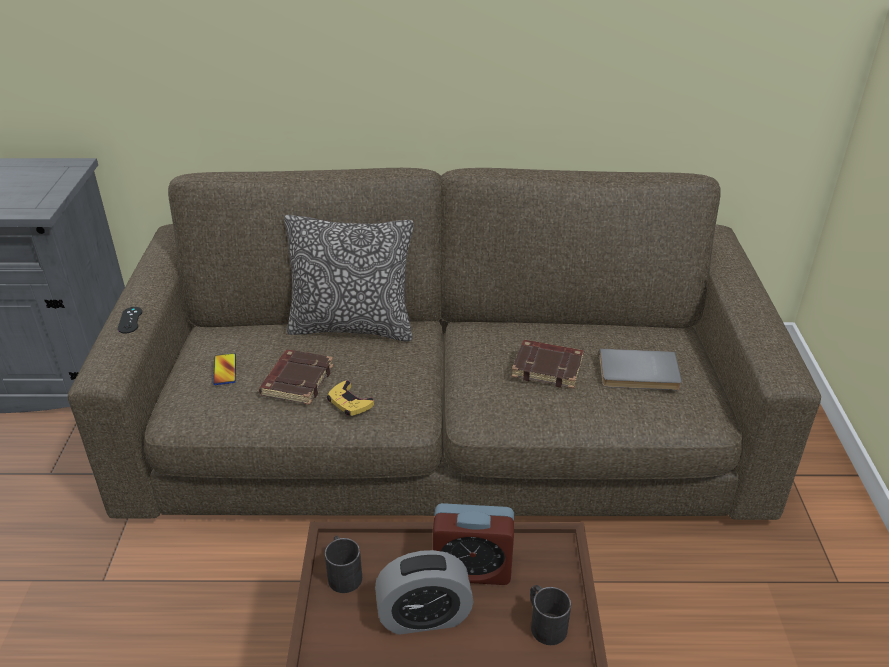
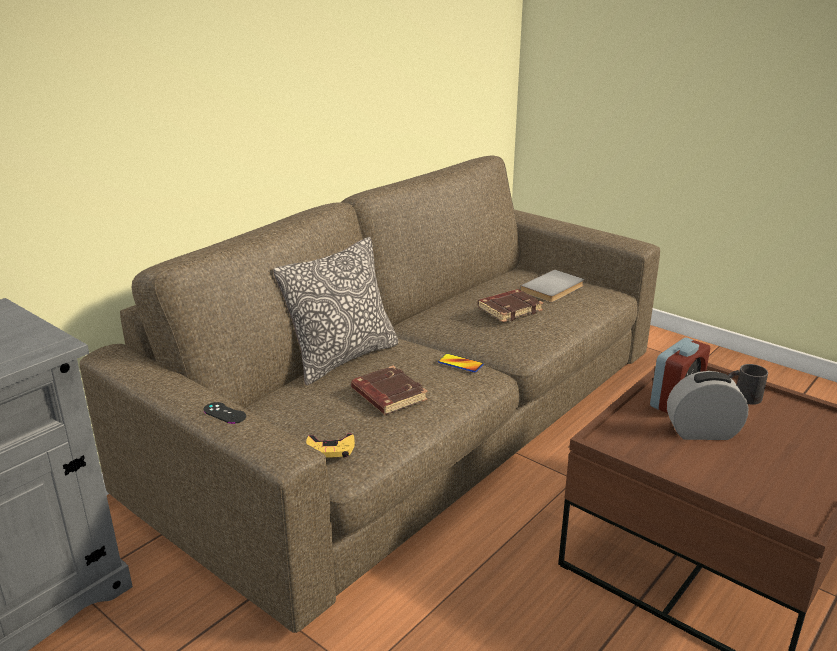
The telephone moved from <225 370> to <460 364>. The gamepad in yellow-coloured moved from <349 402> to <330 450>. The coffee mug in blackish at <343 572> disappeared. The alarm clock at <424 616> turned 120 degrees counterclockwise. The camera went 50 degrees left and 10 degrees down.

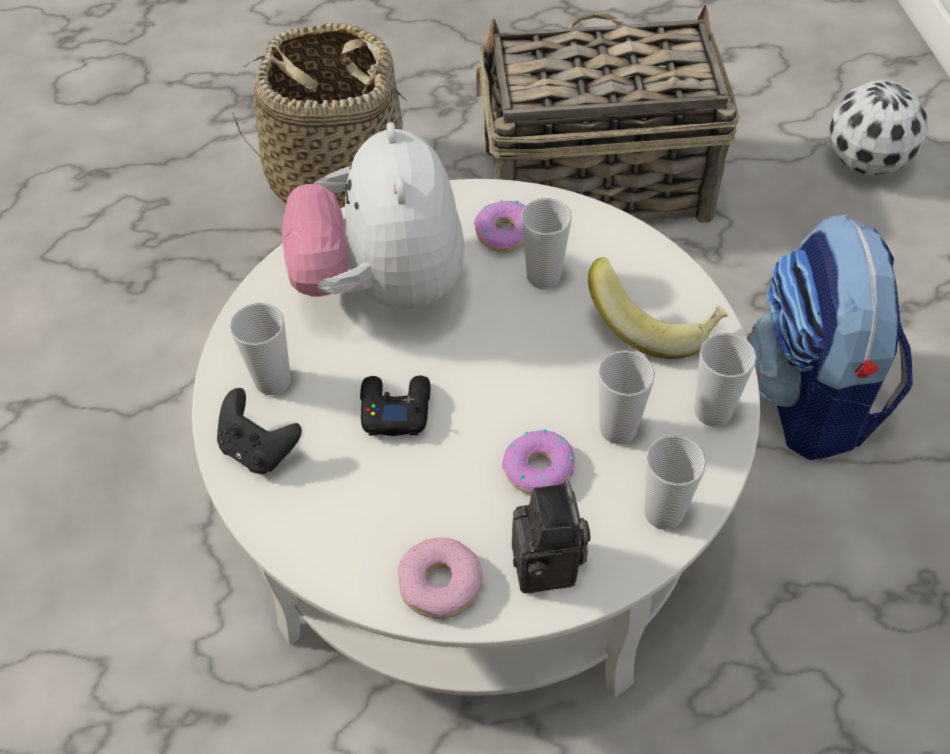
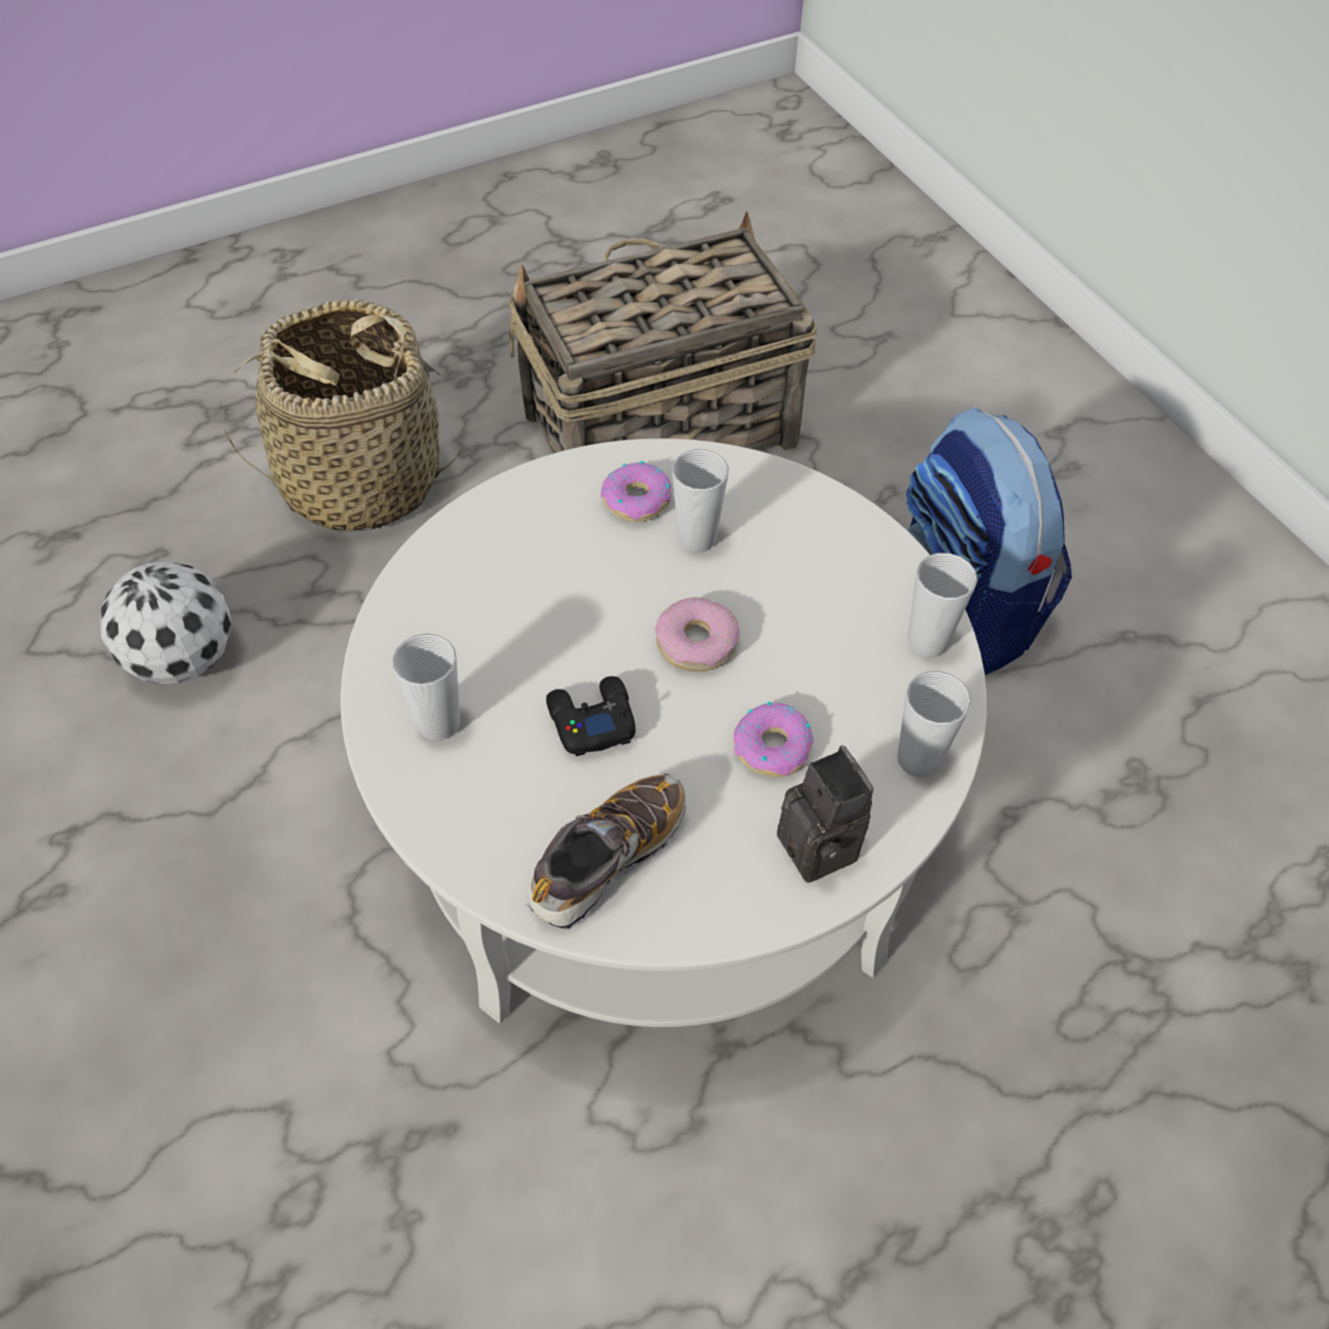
The football moved from <864 163> to <182 661>. The soft toy at <383 285> disappeared. The banana fruit at <654 325> disappeared. The small cup at <618 429> disappeared. The gamepad in blackish at <259 449> disappeared. The donut moved from <440 583> to <696 642>. The shoe at <607 859> appeared. The camera went 20 degrees left and 0 degrees up.

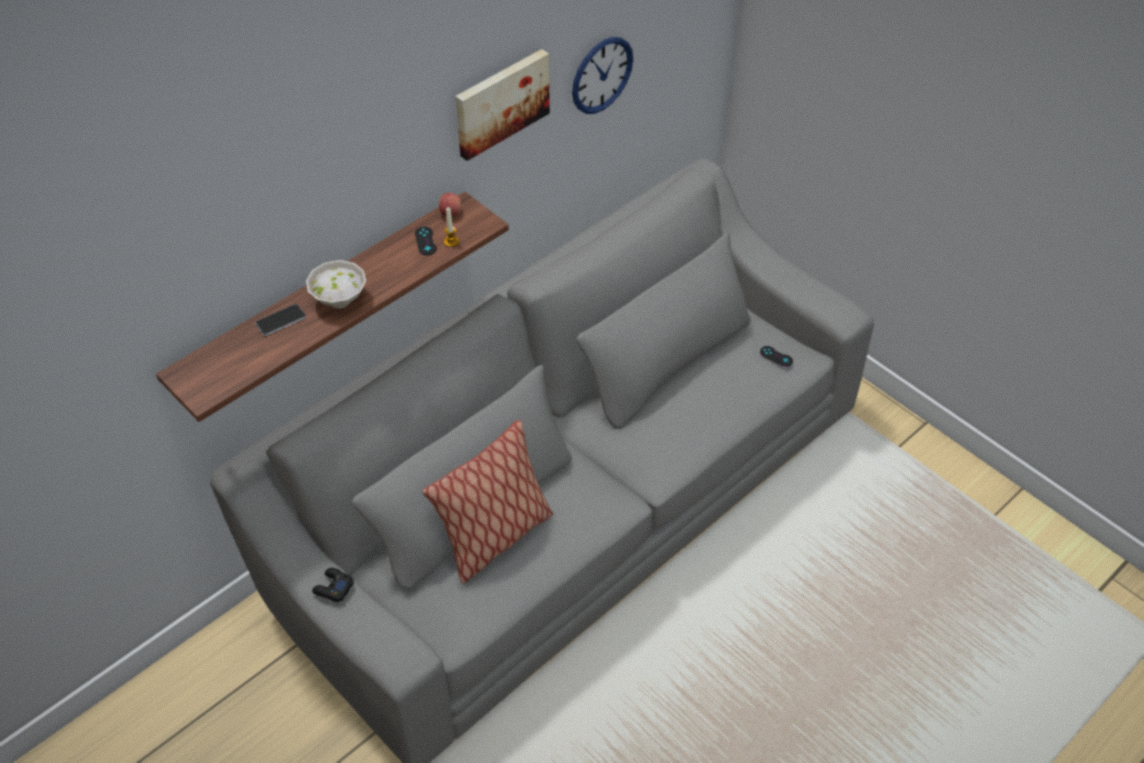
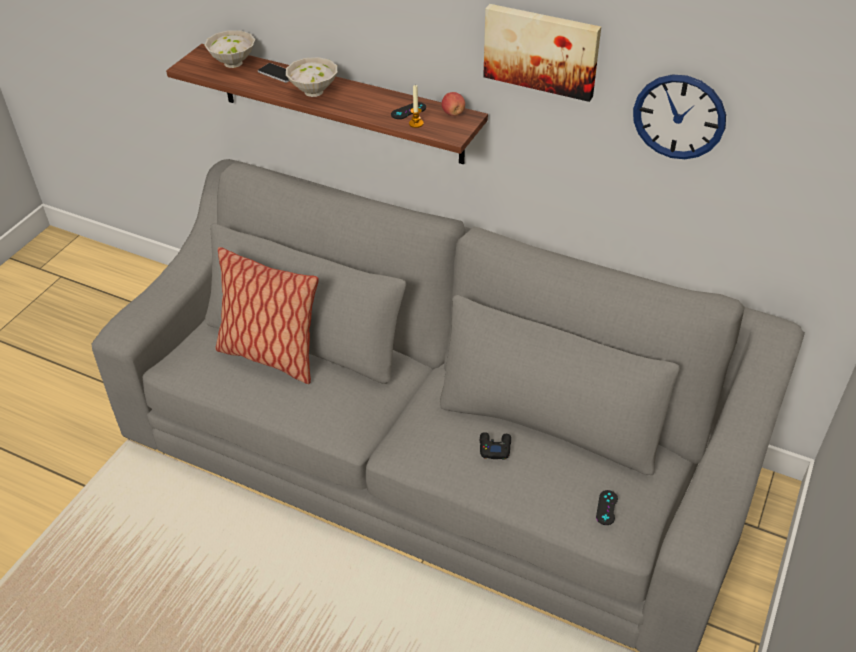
The gamepad in blackish moved from <333 588> to <494 447>. The bowl in whitish at <233 62> appeared. The camera went 70 degrees right and 5 degrees down.

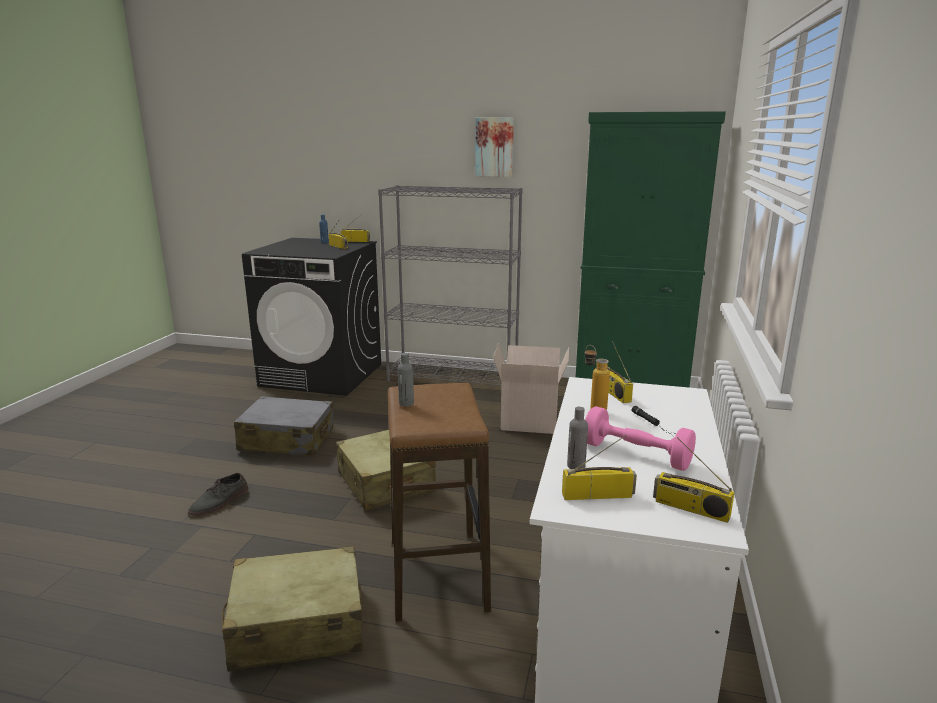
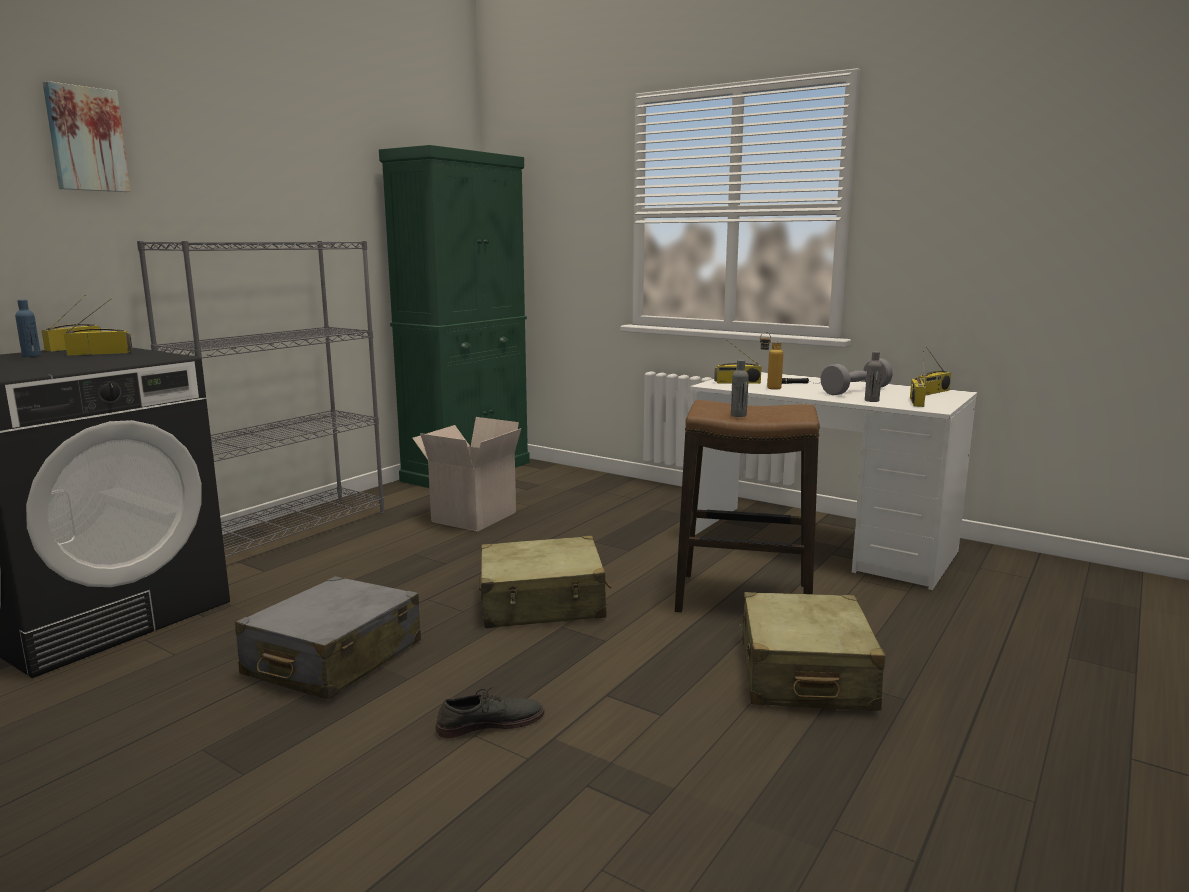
The picture moved from <494 147> to <86 139>. The dumbbell in pink at <636 455> became the dumbbell in greyish at <855 391>. The shoe in greyish at <220 502> turned 75 degrees counterclockwise. The camera went 70 degrees left and 5 degrees down.

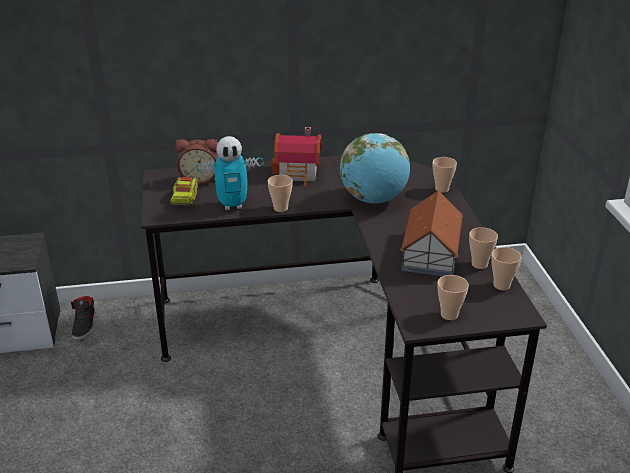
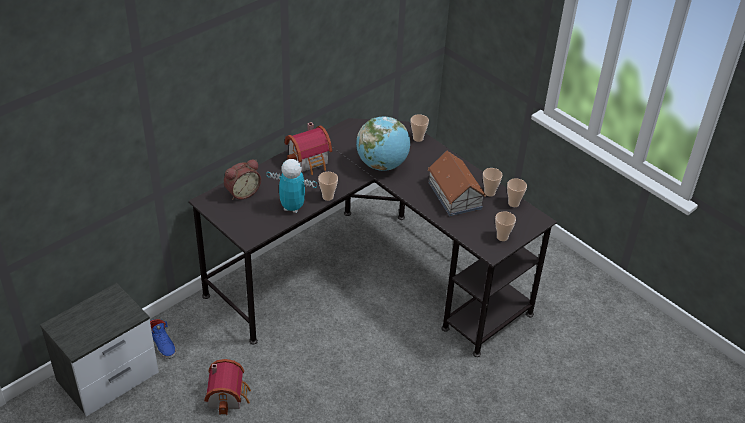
The robot figure at <233 205> turned 120 degrees counterclockwise. The toy lorry at <185 198> disappeared. The shoe in blackish at <85 325> became the shoe in bluish at <163 344>. The model house at <228 395> appeared. The camera went 35 degrees left and 10 degrees up.

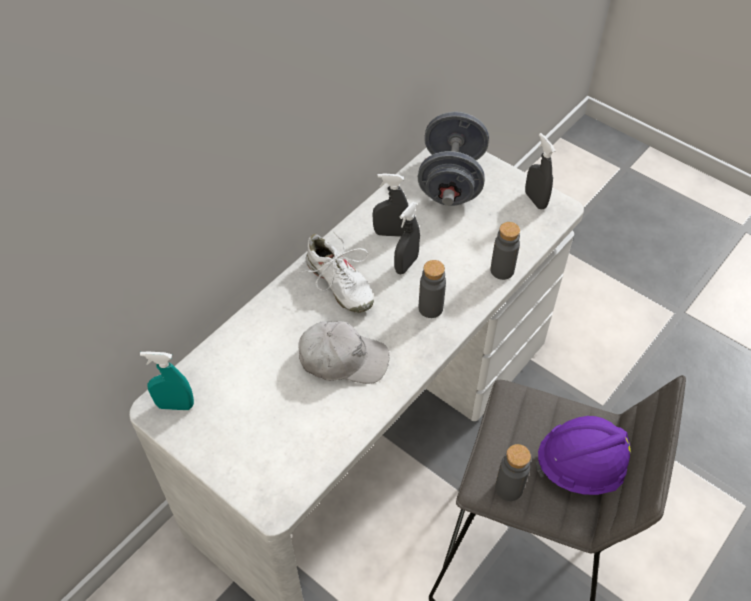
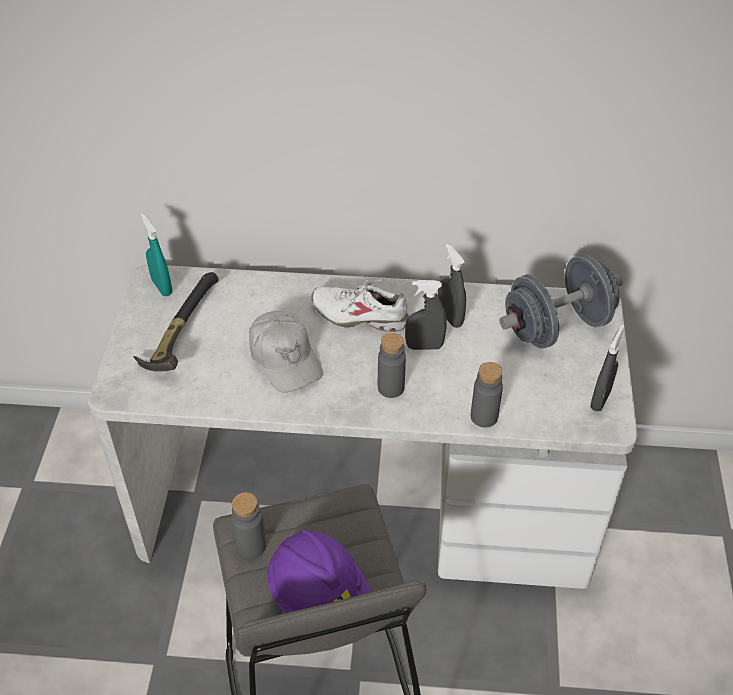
The shoe in whitish at <339 284> turned 90 degrees clockwise. The hand hammer at <178 333> appeared. The camera went 55 degrees right and 5 degrees down.

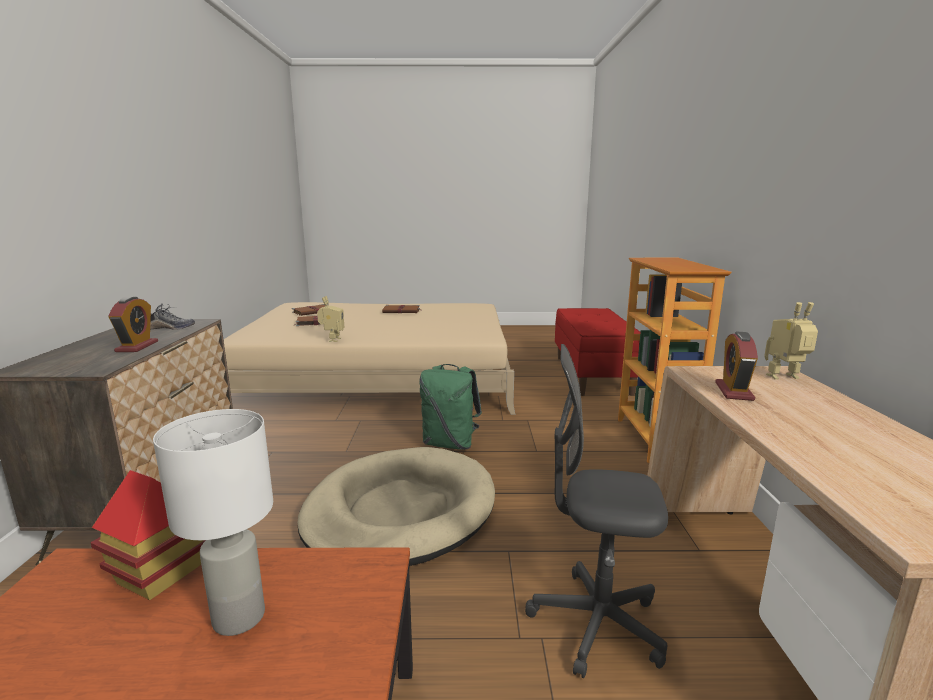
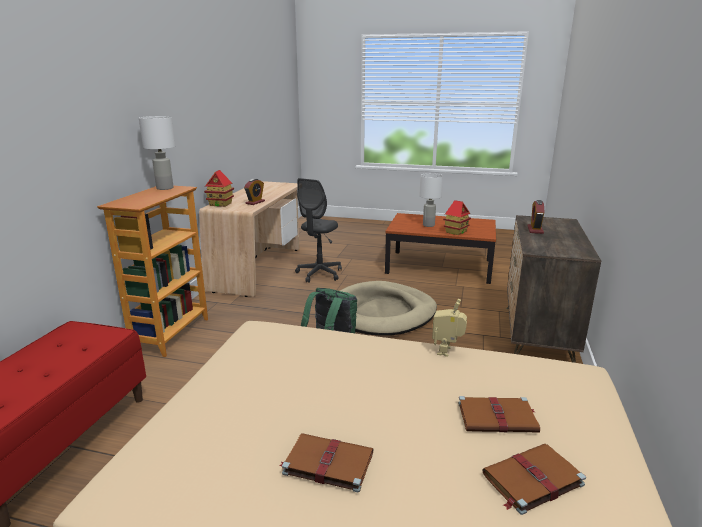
The robot figure at <785 378> was replaced by the model house at <220 204>. The shoe at <169 328> disappeared. The desk chair in greyish at <596 623> turned 90 degrees clockwise. The tabletop lamp in whitish at <164 188> appeared. The camera went 165 degrees left and 5 degrees up.

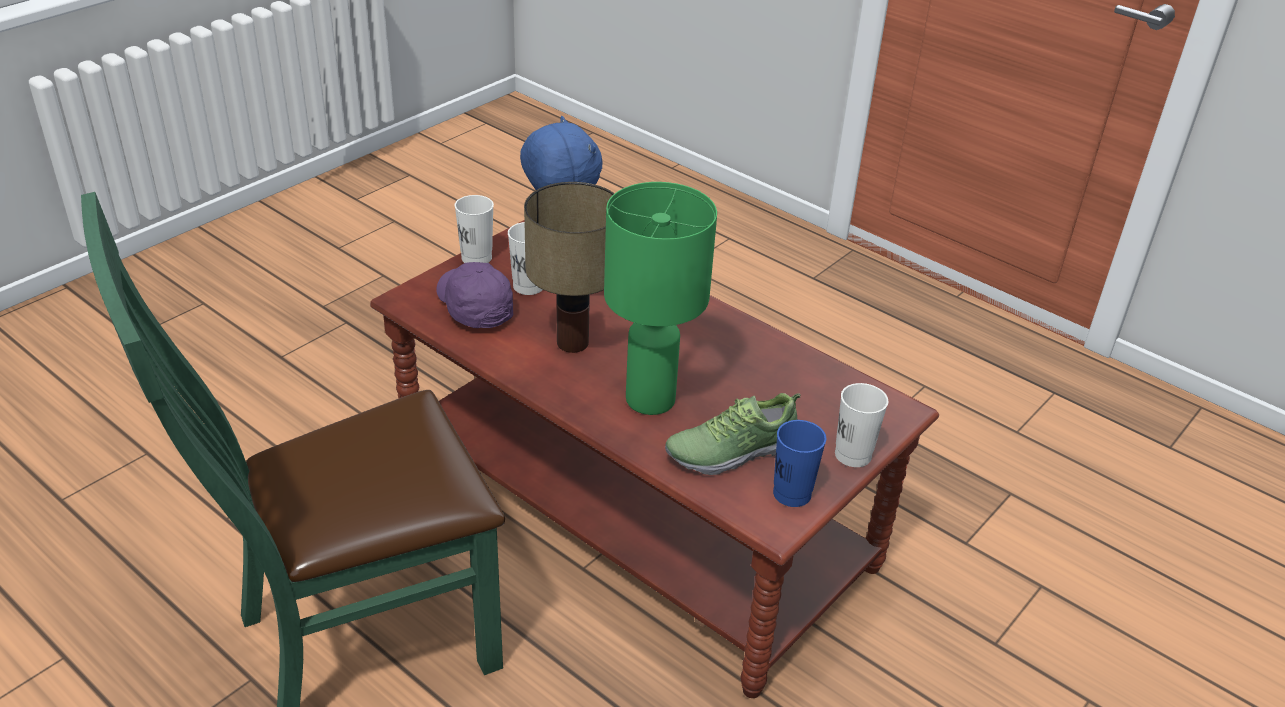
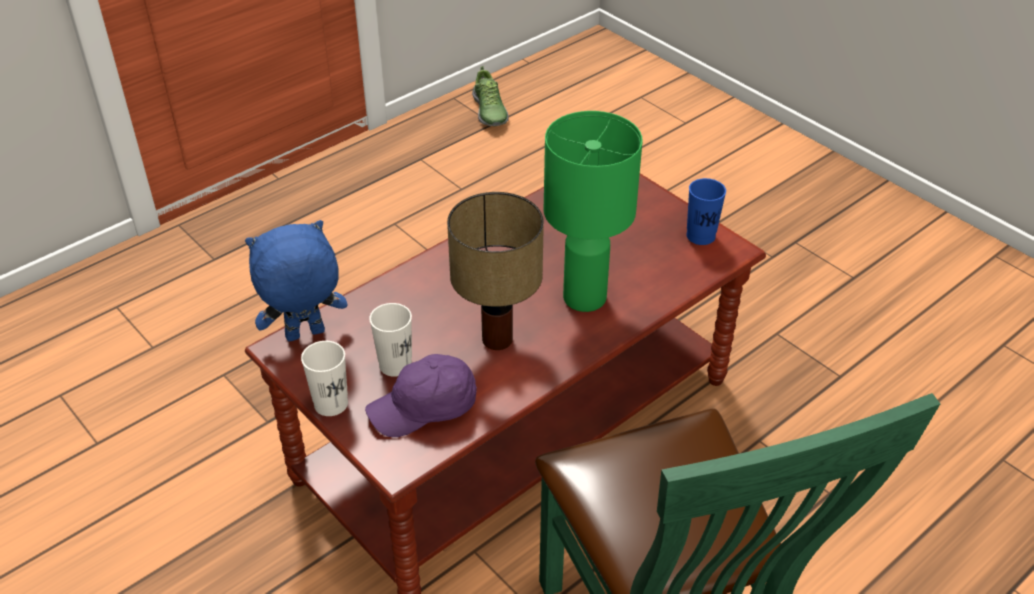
The small cup in whitish at <853 455> disappeared. The shoe moved from <731 450> to <489 111>. The camera went 80 degrees left and 5 degrees up.

